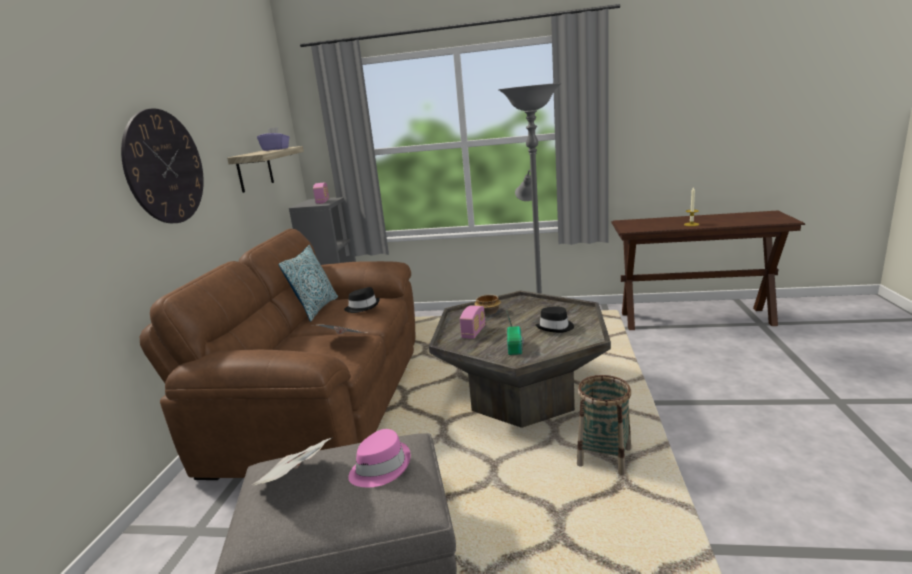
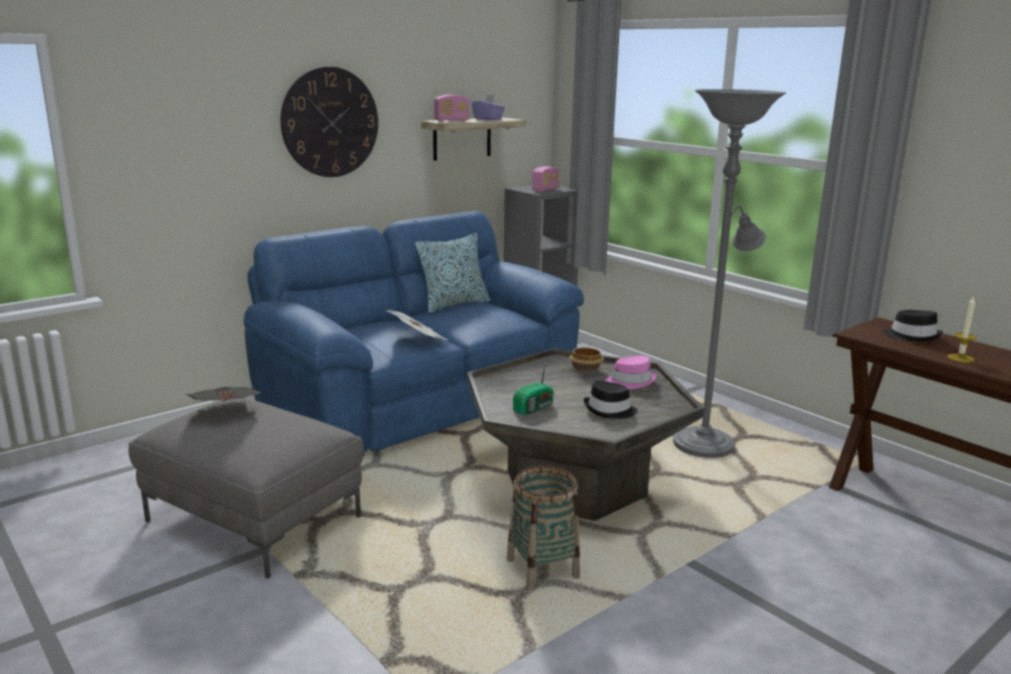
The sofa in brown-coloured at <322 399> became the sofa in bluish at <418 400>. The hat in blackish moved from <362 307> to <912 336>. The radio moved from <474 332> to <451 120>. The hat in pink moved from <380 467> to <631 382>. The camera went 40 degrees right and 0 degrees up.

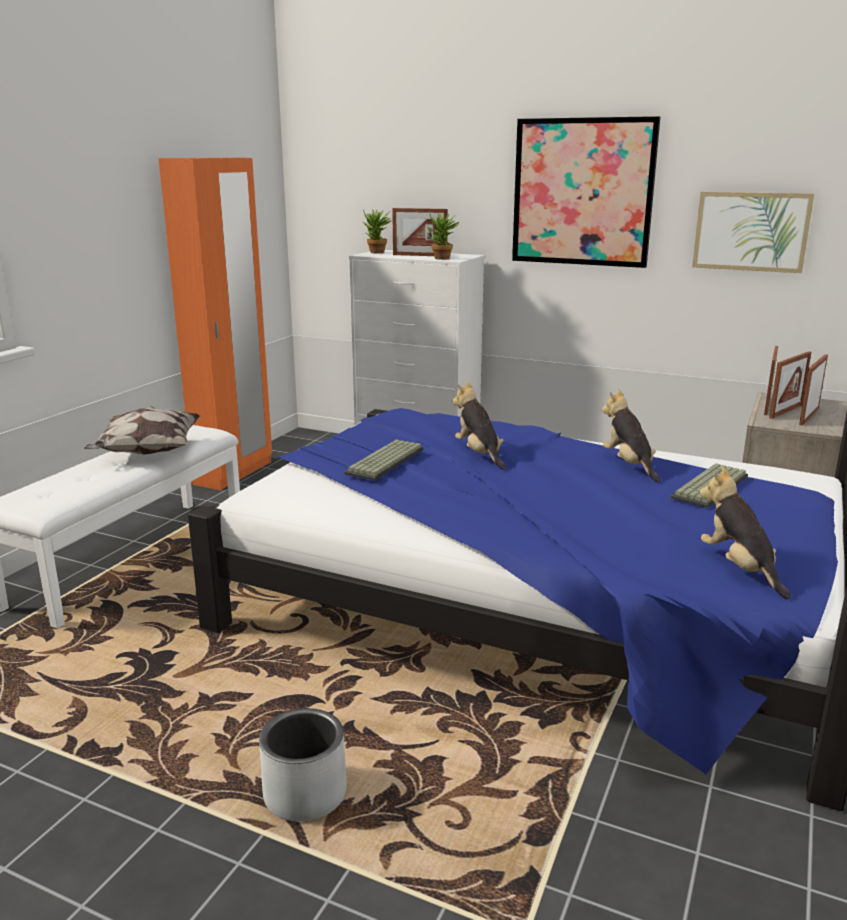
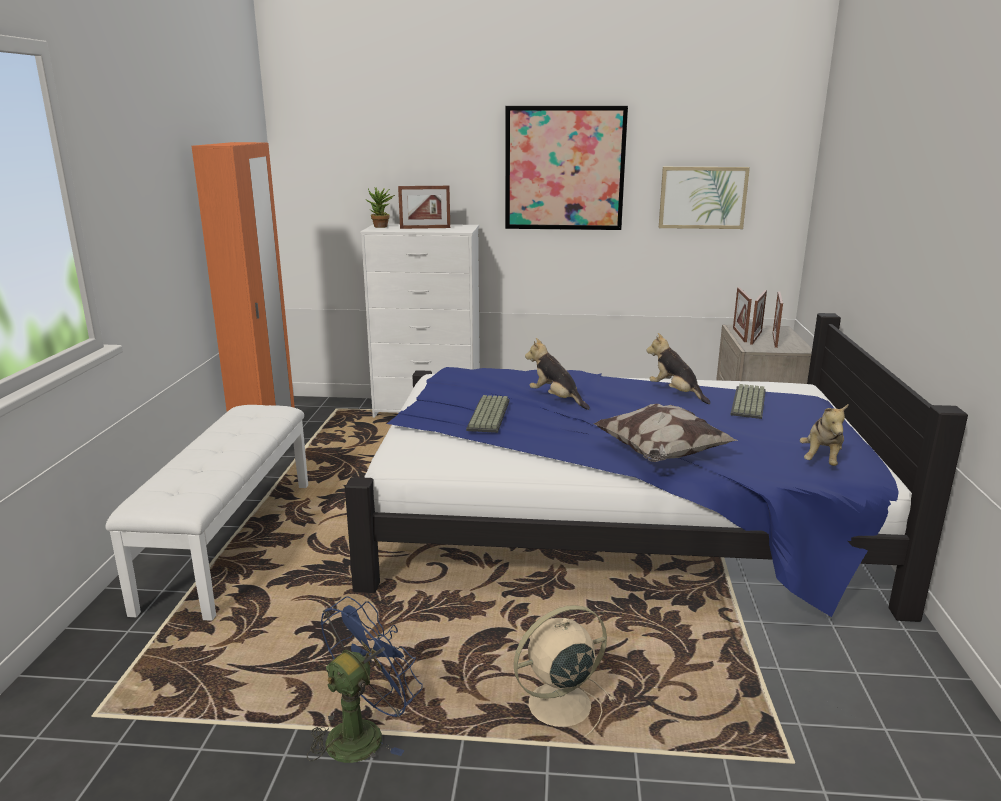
The plant in a pot at <442 259> disappeared. The throw pillow moved from <147 452> to <661 455>. The soft toy at <739 568> turned 120 degrees counterclockwise. The plant pot in greyish at <304 794> was replaced by the cooling fan in sand-coloured at <556 706>. The cooling fan in bluish at <363 733> appeared. The camera went 20 degrees left and 0 degrees up.

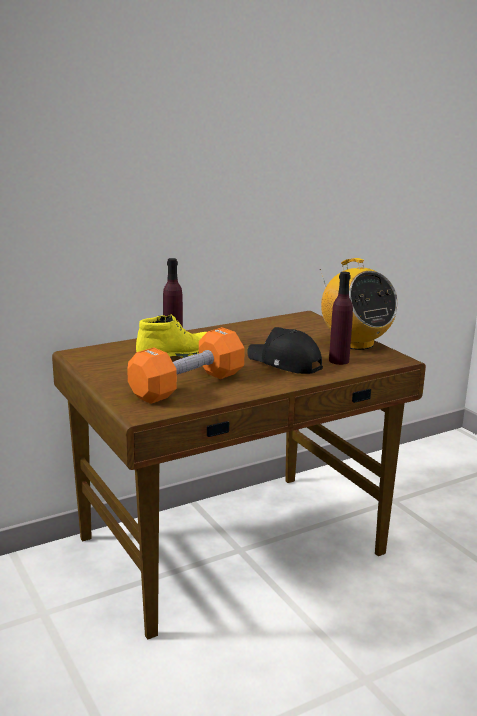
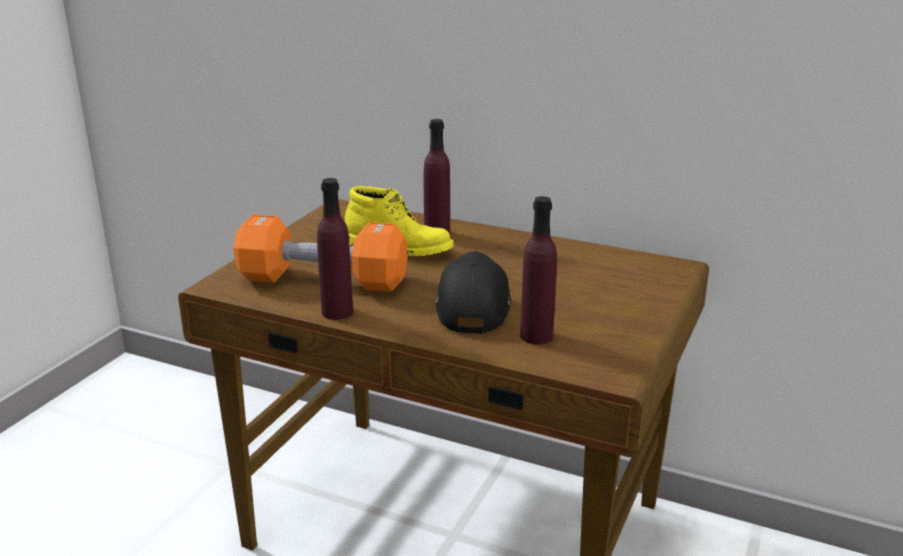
The radio at <355 343> disappeared. The drink bottle in purplish at <337 312> appeared. The camera went 55 degrees right and 5 degrees up.

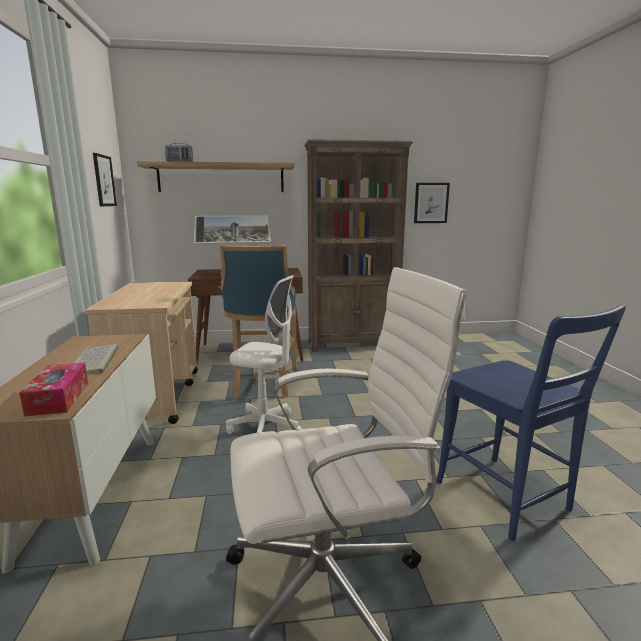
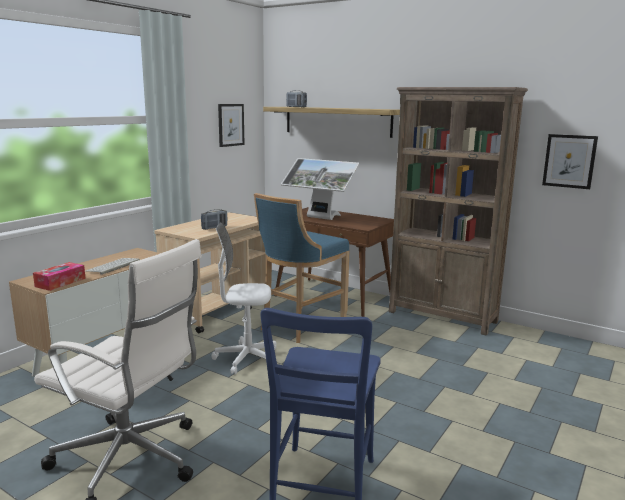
The desk chair in whitish at <265 428> turned 120 degrees clockwise. The radio at <214 227> appeared. The camera went 40 degrees right and 0 degrees up.

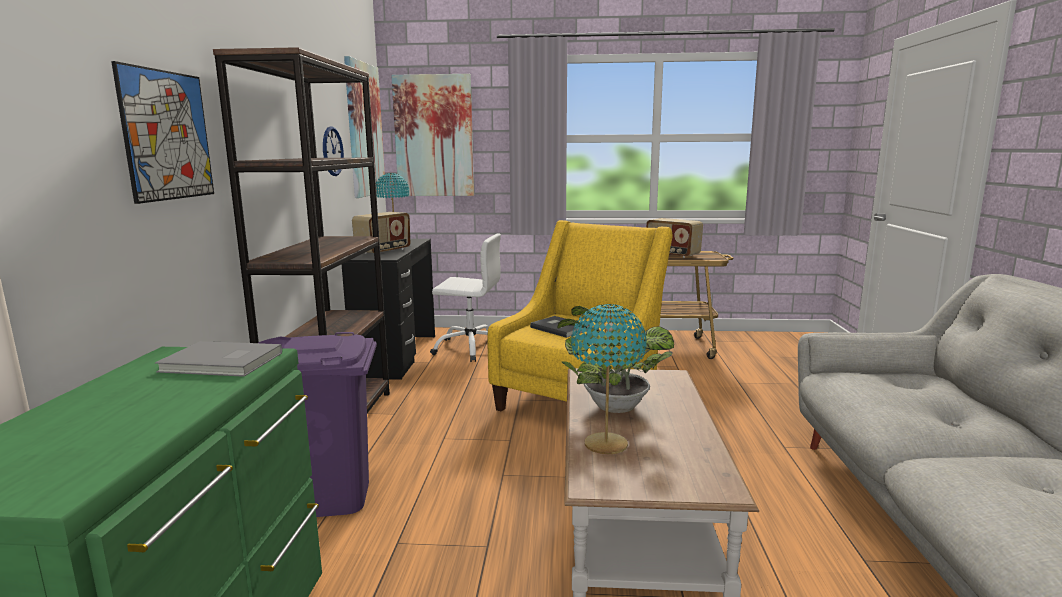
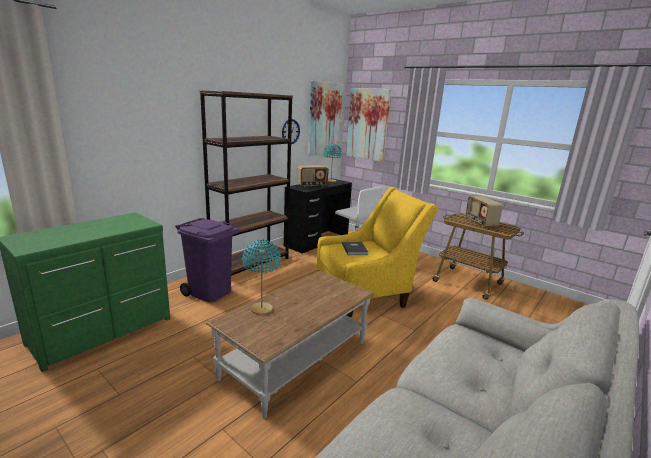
The picture at <167 135> disappeared. The plant in a pot at <611 406> disappeared. The volume in greyish at <221 363> disappeared. The camera went 35 degrees right and 5 degrees up.

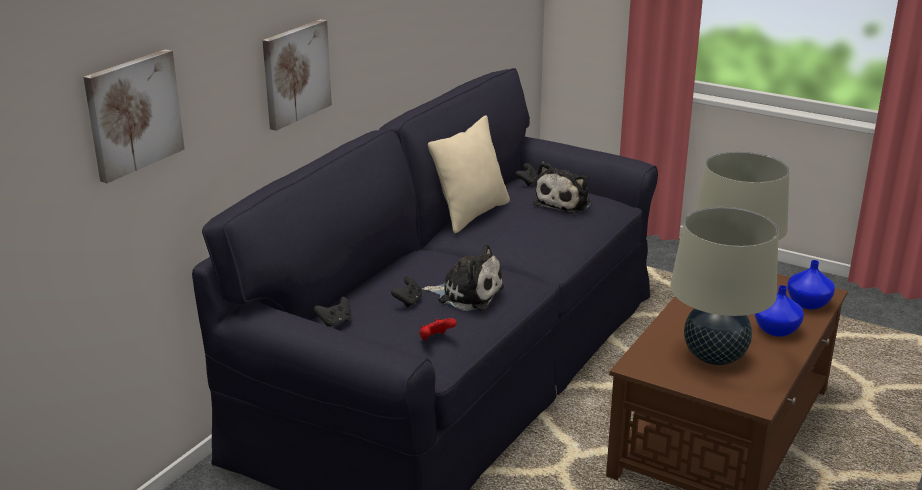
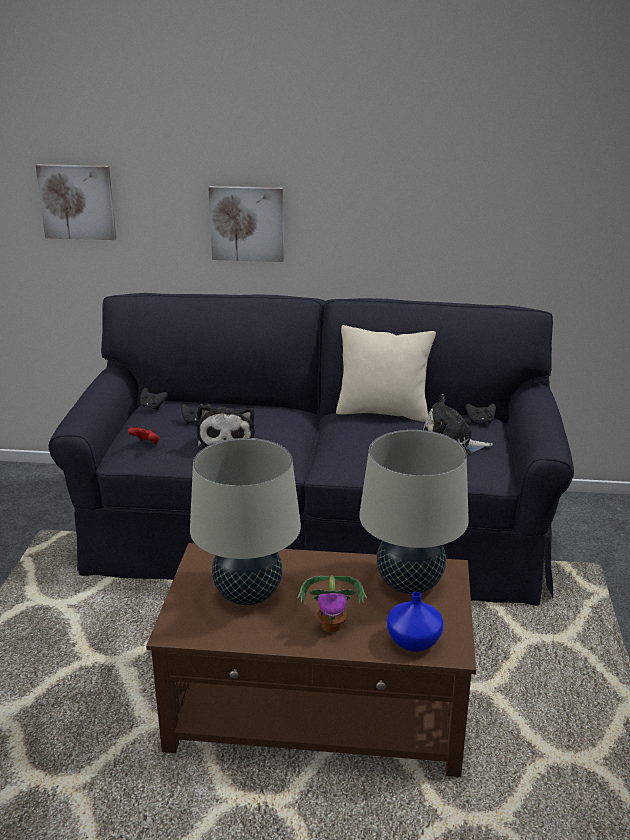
The flower vase in bluish at <775 329> was replaced by the plant in a pot at <332 625>. The camera went 65 degrees right and 0 degrees up.

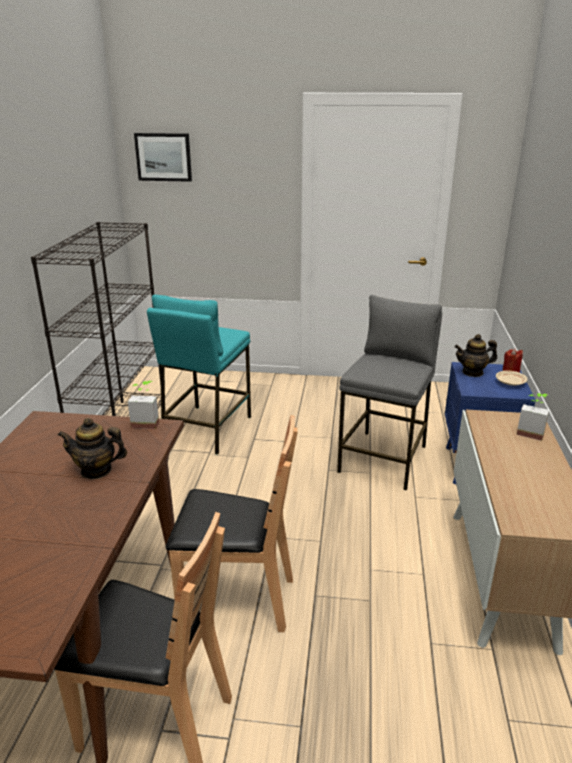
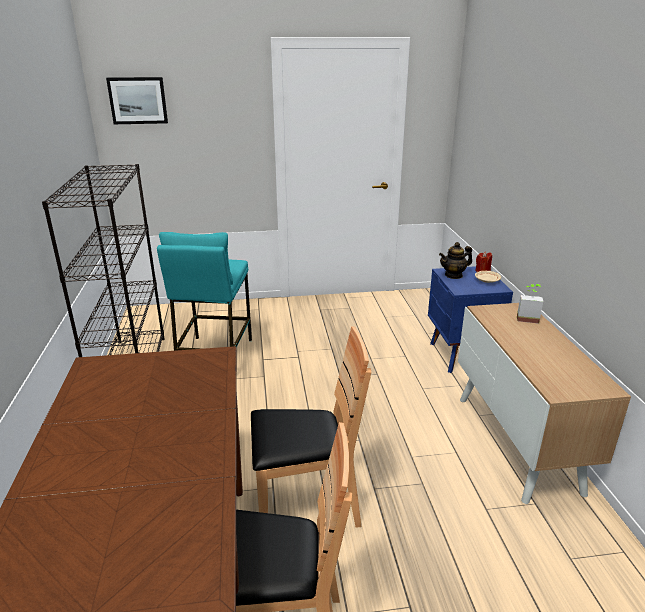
The stool seat in greyish at <384 459> disappeared. The plant in a pot at <146 422> disappeared. The teapot at <96 470> disappeared. The camera went 15 degrees left and 0 degrees up.

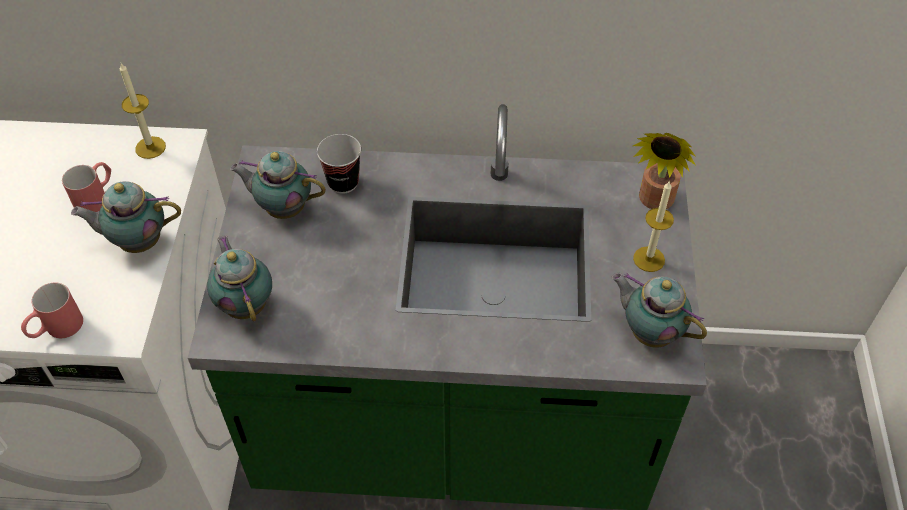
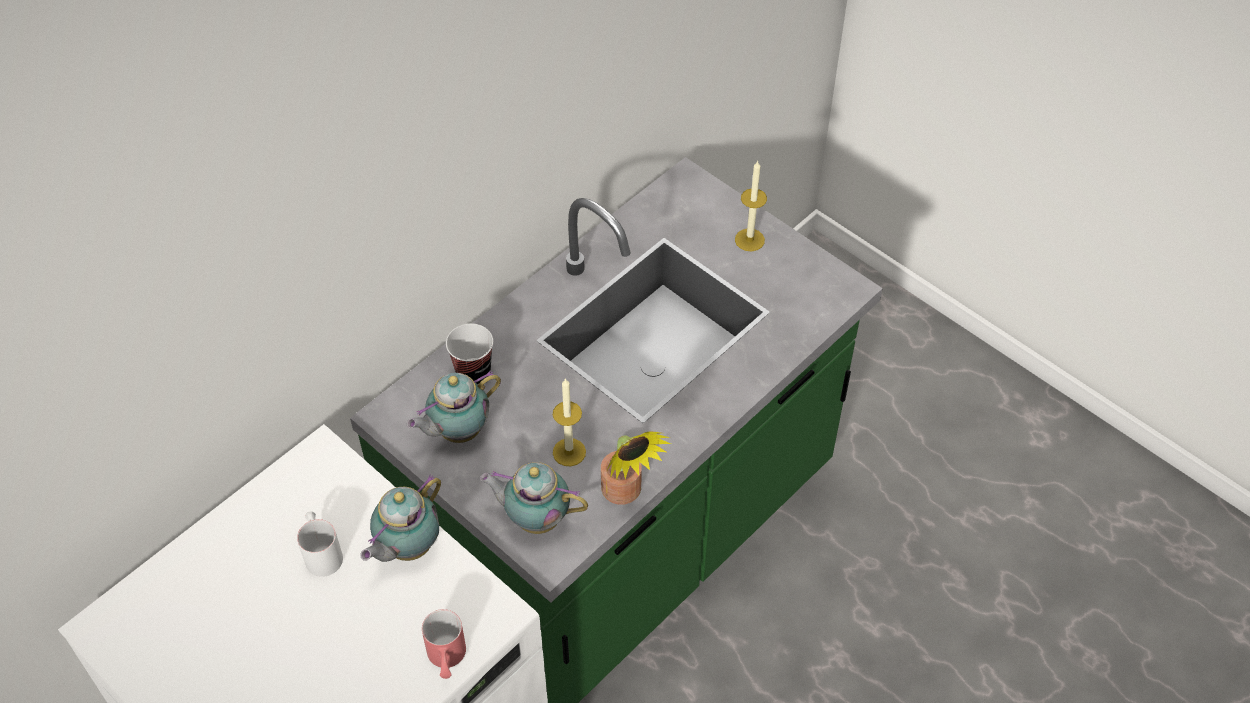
The wax light moved from <150 147> to <569 452>. The plant in a pot moved from <654 202> to <625 494>. The coffee mug in red-coloured at <97 199> became the coffee mug in whitish at <321 551>. The teapot at <649 332> disappeared. The camera went 50 degrees left and 0 degrees up.

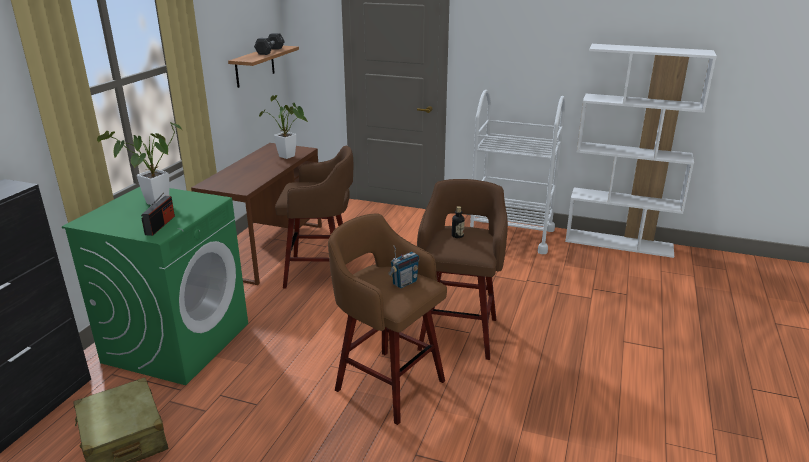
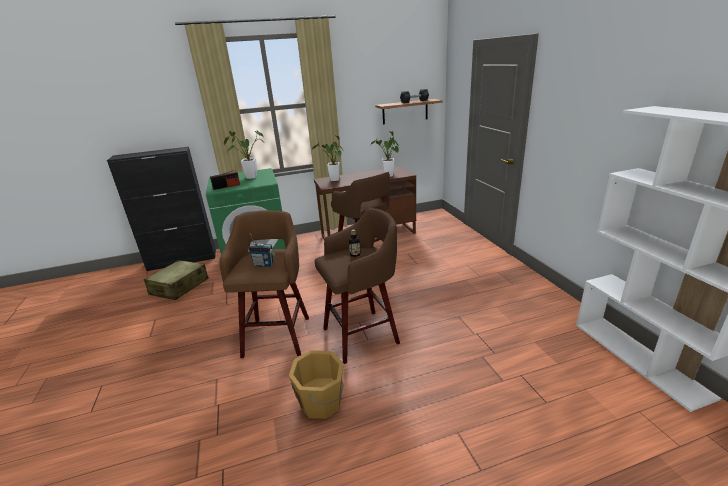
The cart in whitish at <511 235> disappeared. The plant in a pot at <334 180> appeared. The water bucket in orangey at <322 402> appeared. The camera went 55 degrees right and 0 degrees up.

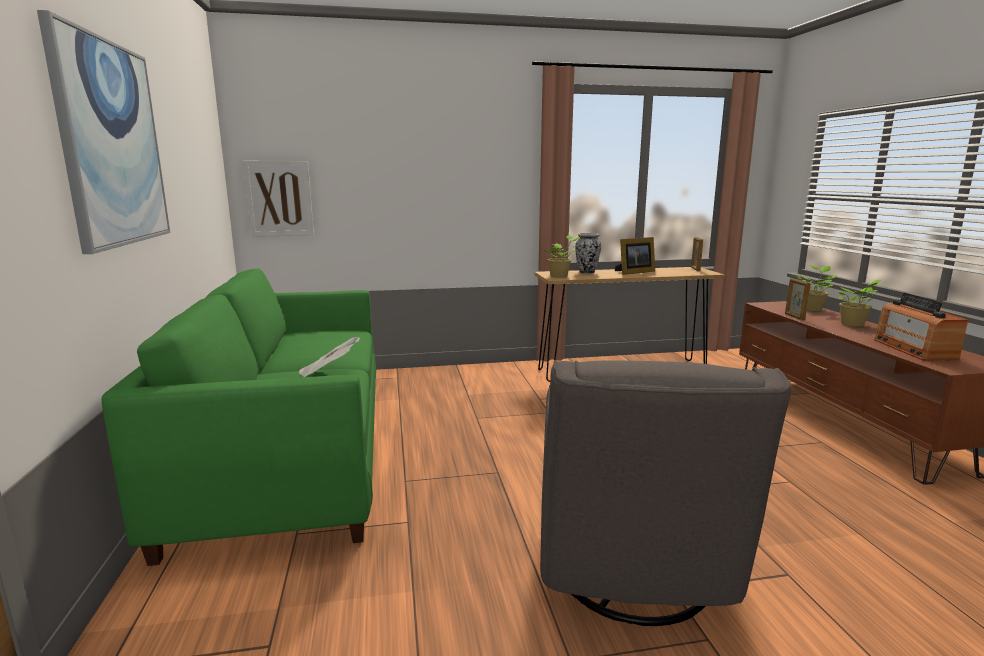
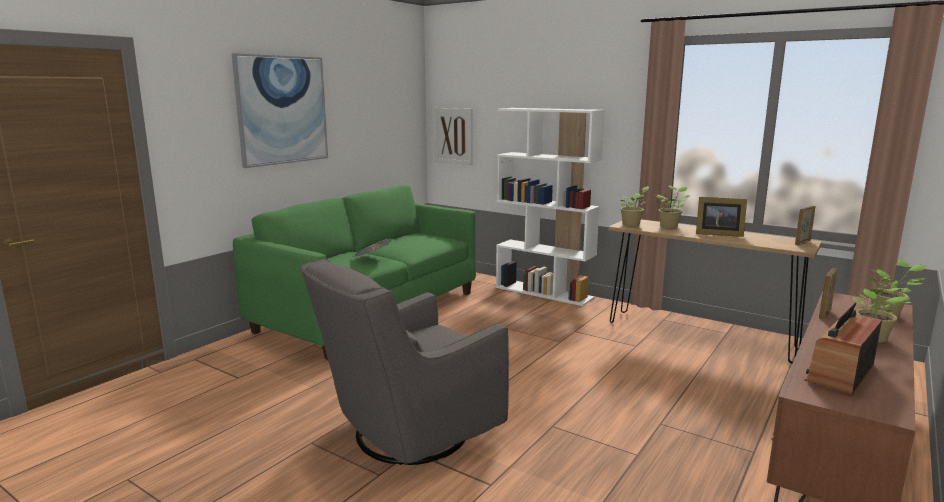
The flower vase at <587 272> was replaced by the plant in a pot at <669 226>. The bookcase in whitish at <544 292> appeared. The camera went 45 degrees right and 0 degrees up.

